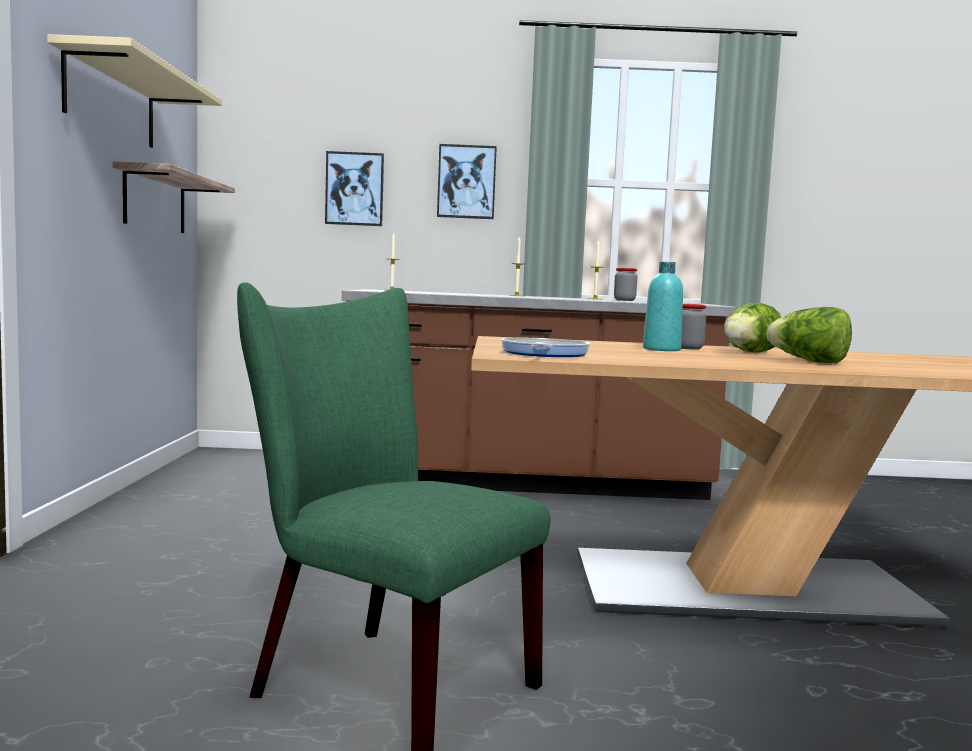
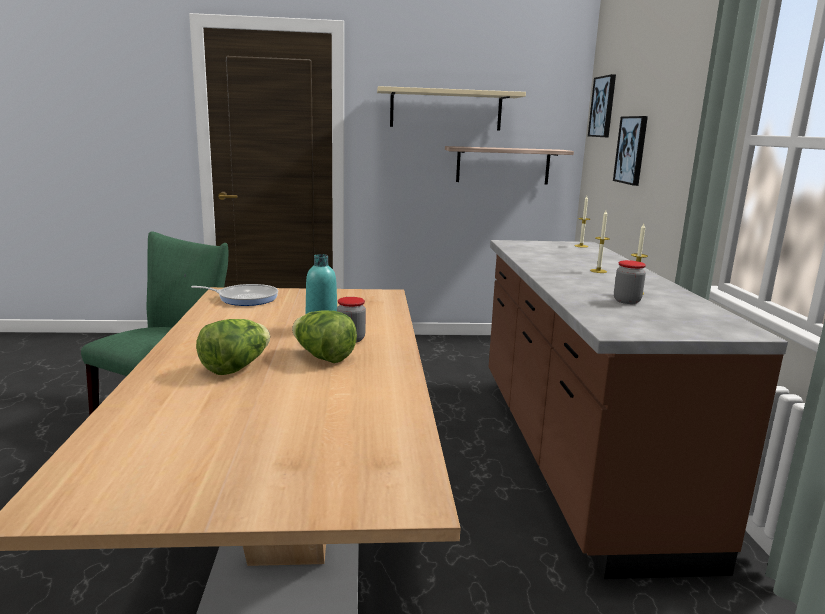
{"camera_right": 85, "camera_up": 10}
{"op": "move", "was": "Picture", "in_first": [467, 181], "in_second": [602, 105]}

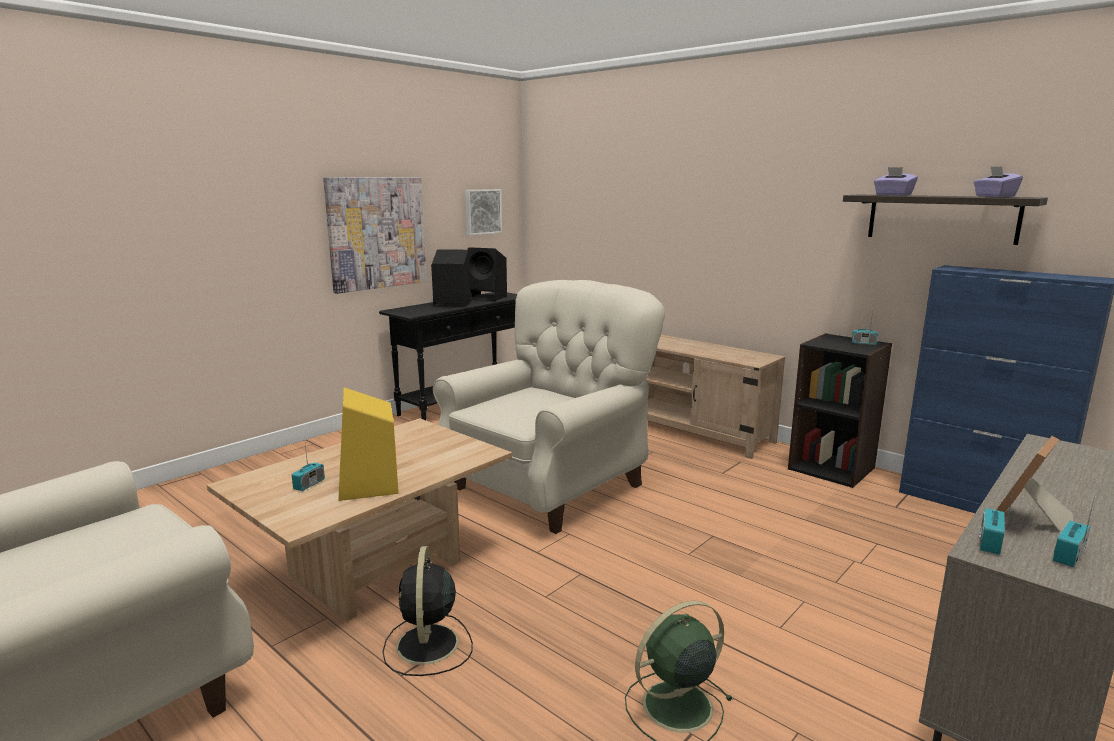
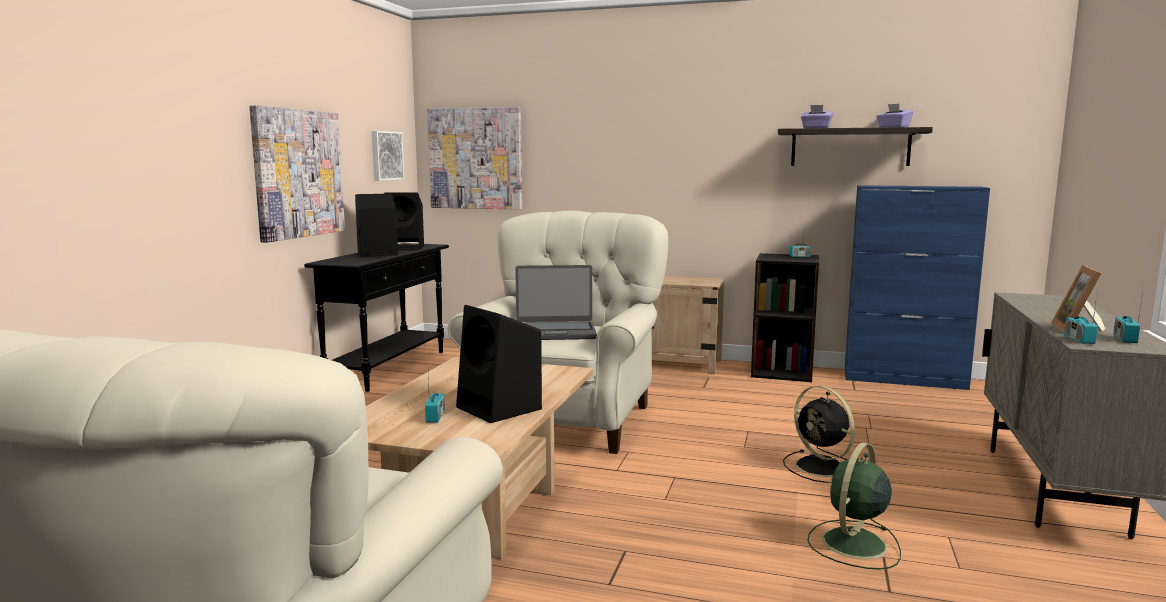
{"camera_right": -25, "camera_up": -5}
{"op": "recolor", "was": "YellowSpeaker", "now": "BlackSpeaker", "in_first": [368, 444], "in_second": [499, 364]}
{"op": "move", "was": "BlackFan", "in_first": [428, 611], "in_second": [819, 434]}
{"op": "insert", "now": "Picture", "in_second": [474, 158]}
{"op": "insert", "now": "Laptop", "in_second": [556, 302]}

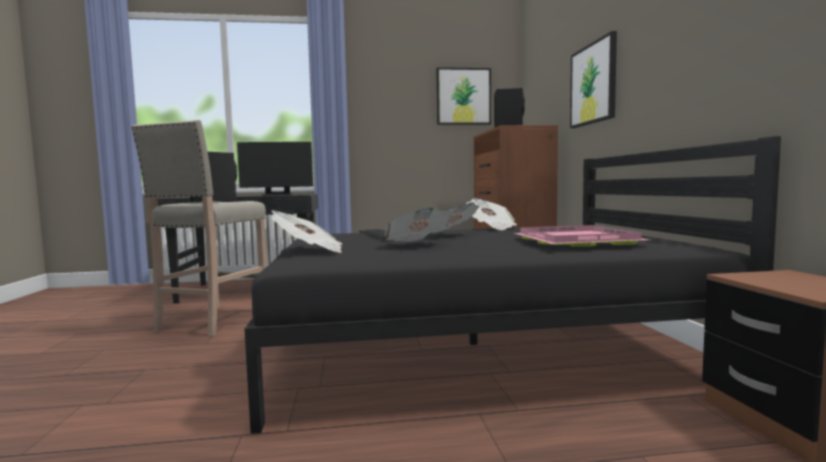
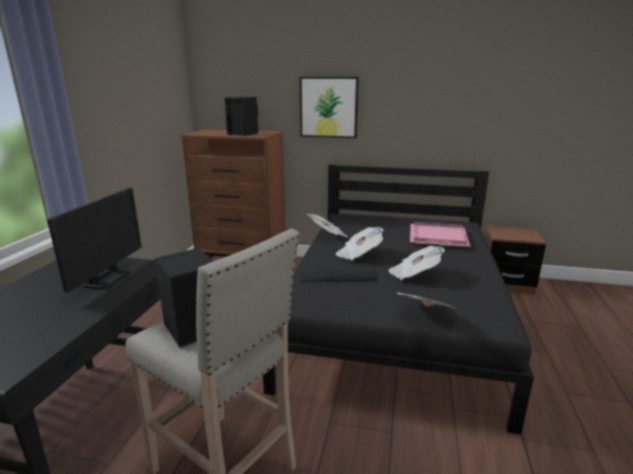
{"camera_right": -70, "camera_up": 15}
{"op": "delete", "was": "Picture", "in_first": [463, 96]}

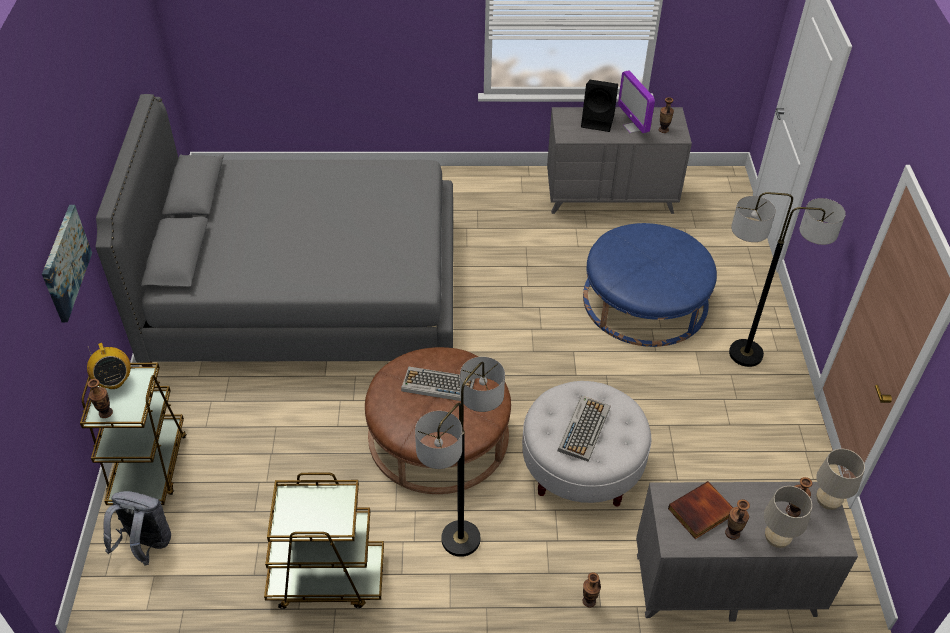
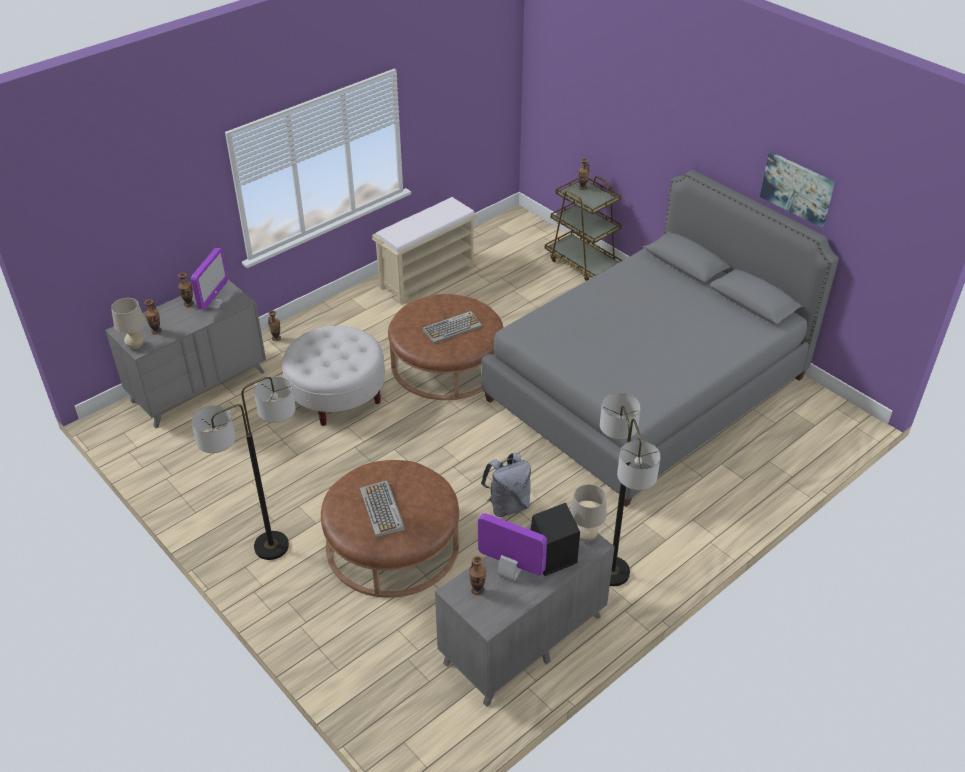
{"camera_right": 140, "camera_up": -5}
{"op": "move", "was": "Picture", "in_first": [67, 263], "in_second": [797, 189]}
{"op": "recolor", "was": "BlueOttoman", "now": "BrownOttoman", "in_first": [650, 285], "in_second": [390, 529]}
{"op": "delete", "was": "Radio", "in_first": [109, 366]}
{"op": "move", "was": "FloorLamp", "in_first": [460, 457], "in_second": [630, 489]}
{"op": "move", "was": "Keyboard", "in_first": [584, 428], "in_second": [382, 508]}
{"op": "replace", "was": "BrownCart", "now": "BeigeBench", "in_first": [324, 541], "in_second": [425, 250]}
{"op": "replace", "was": "Book", "now": "Monitor", "in_first": [700, 510], "in_second": [209, 279]}
{"op": "move", "was": "BeigeTableLamp", "in_first": [788, 517], "in_second": [588, 513]}
{"op": "move", "was": "GreyBackpack", "in_first": [137, 528], "in_second": [506, 485]}

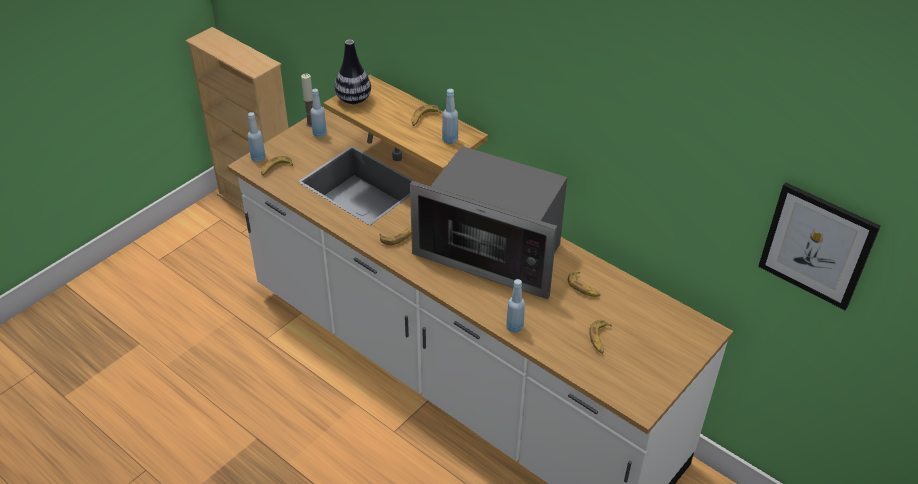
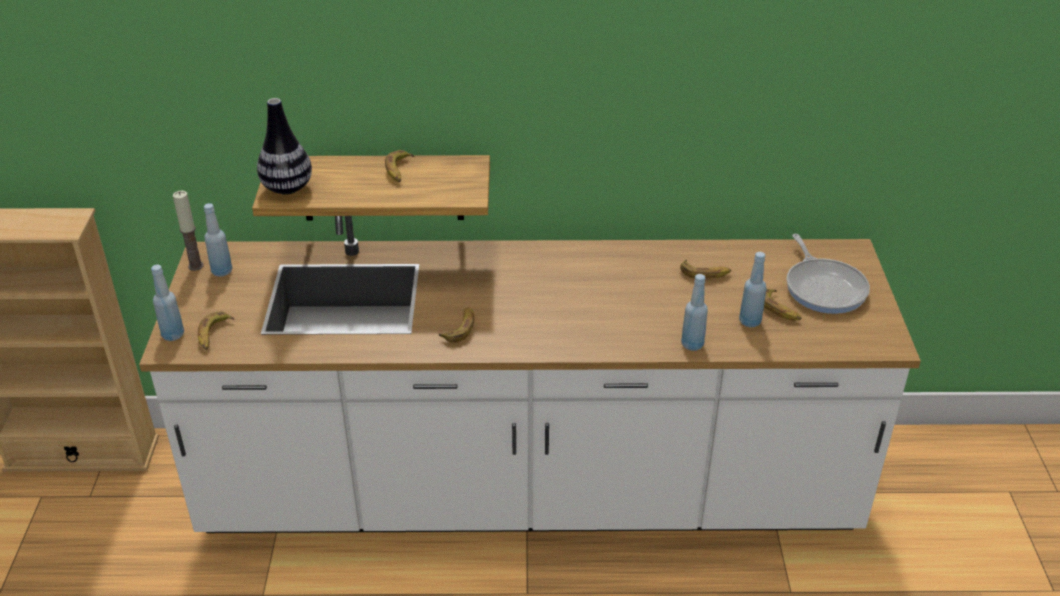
{"camera_right": -40, "camera_up": -5}
{"op": "move", "was": "BlueBottle", "in_first": [450, 116], "in_second": [752, 289]}
{"op": "delete", "was": "Microwave", "in_first": [488, 222]}
{"op": "delete", "was": "Picture", "in_first": [819, 246]}
{"op": "insert", "now": "FryingPan", "in_second": [828, 274]}

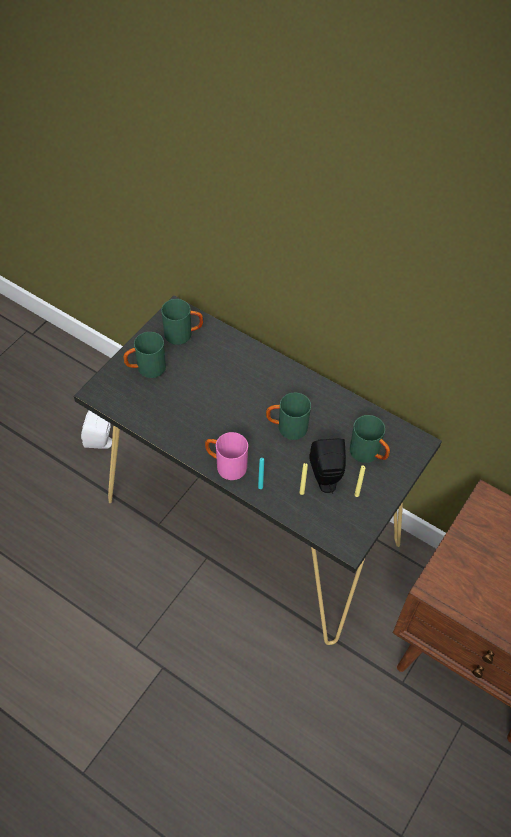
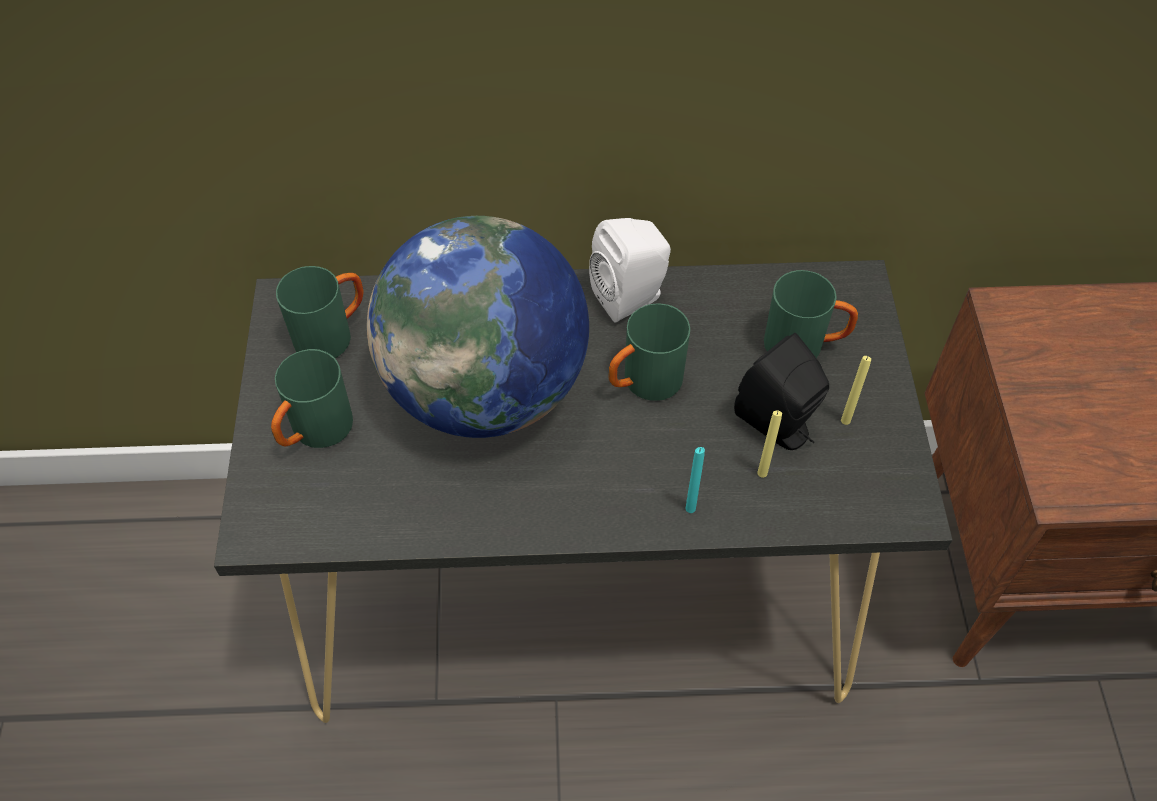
{"camera_right": -35, "camera_up": 0}
{"op": "move", "was": "WhiteSpeaker", "in_first": [96, 429], "in_second": [630, 270]}
{"op": "delete", "was": "PinkMug", "in_first": [226, 456]}
{"op": "insert", "now": "Globe", "in_second": [478, 327]}

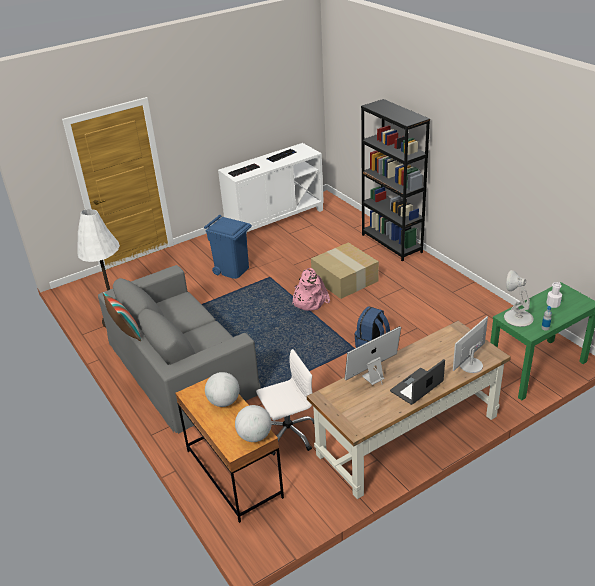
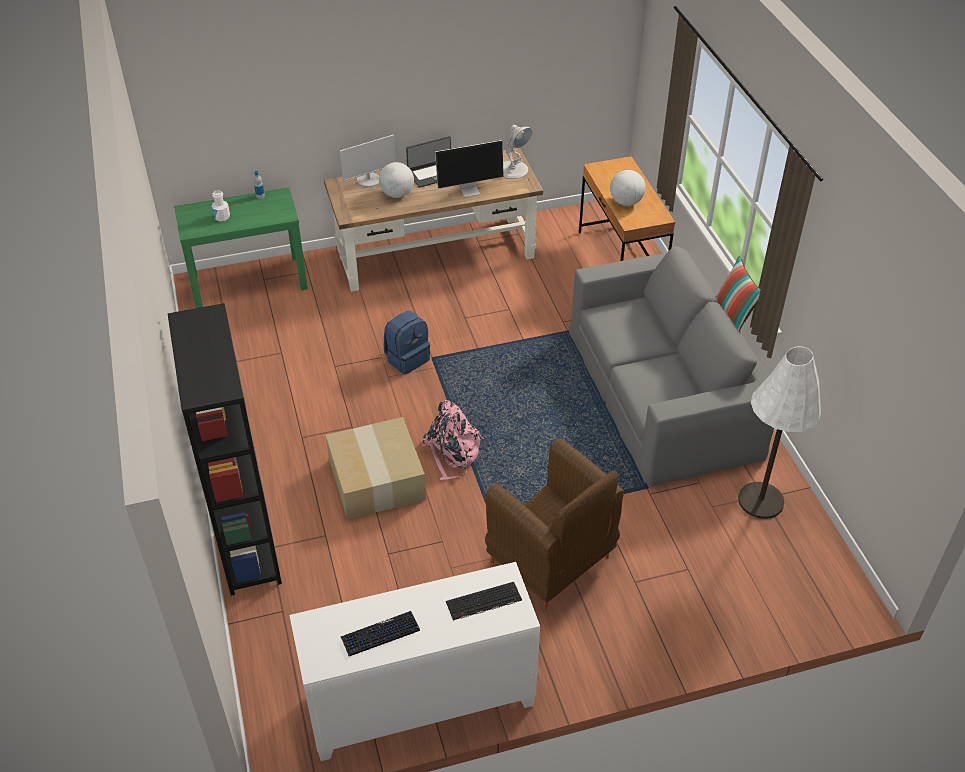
{"camera_right": -165, "camera_up": 10}
{"op": "replace", "was": "BlueTrashCan", "now": "BrownArmchair", "in_first": [228, 247], "in_second": [554, 524]}
{"op": "move", "was": "WhiteTableLamp", "in_first": [519, 298], "in_second": [517, 152]}
{"op": "delete", "was": "WhiteOfficeChair", "in_first": [285, 402]}
{"op": "move", "was": "Globe", "in_first": [253, 423], "in_second": [396, 180]}

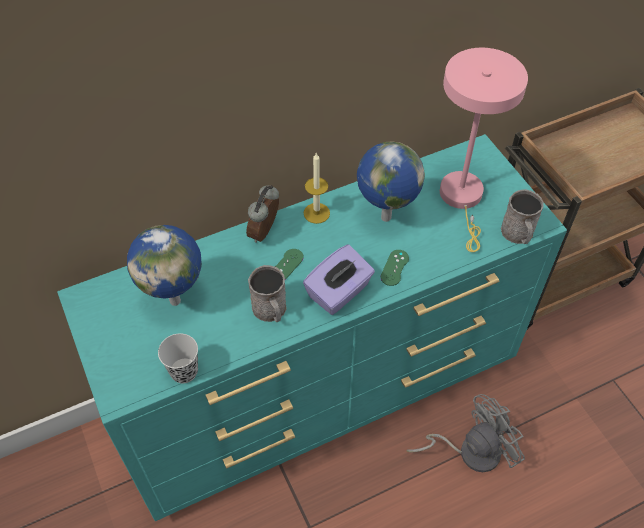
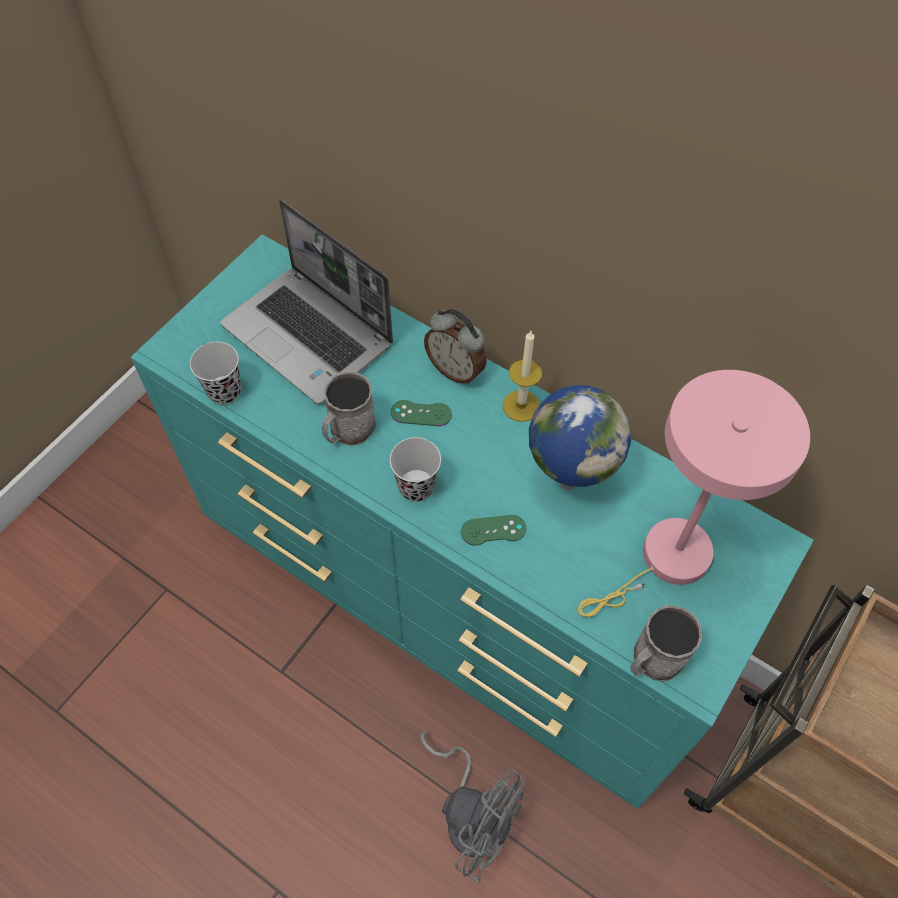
{"camera_right": 60, "camera_up": 5}
{"op": "rotate", "was": "AlarmClock", "in_first": [262, 214], "in_second": [455, 346], "clockwise": -135}
{"op": "replace", "was": "Globe", "now": "Laptop", "in_first": [164, 265], "in_second": [306, 302]}
{"op": "replace", "was": "PurpleTissueBox", "now": "BlackCup", "in_first": [339, 279], "in_second": [415, 469]}

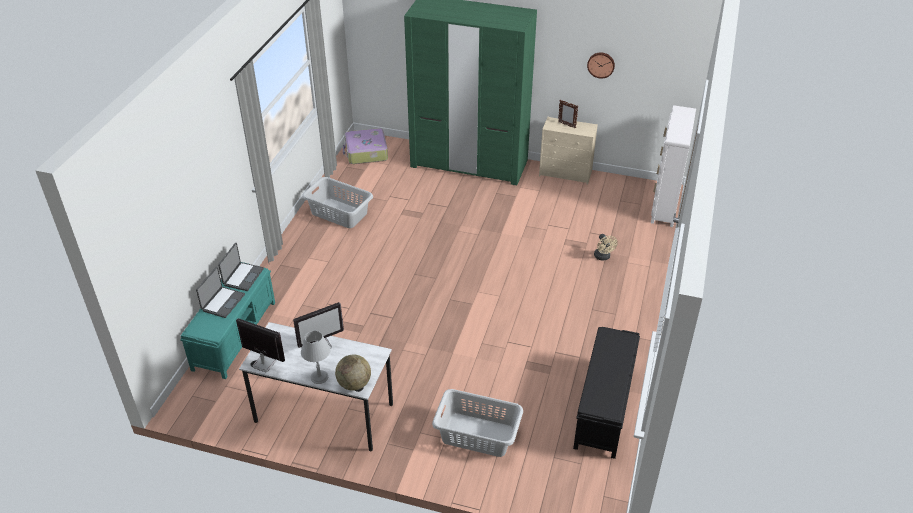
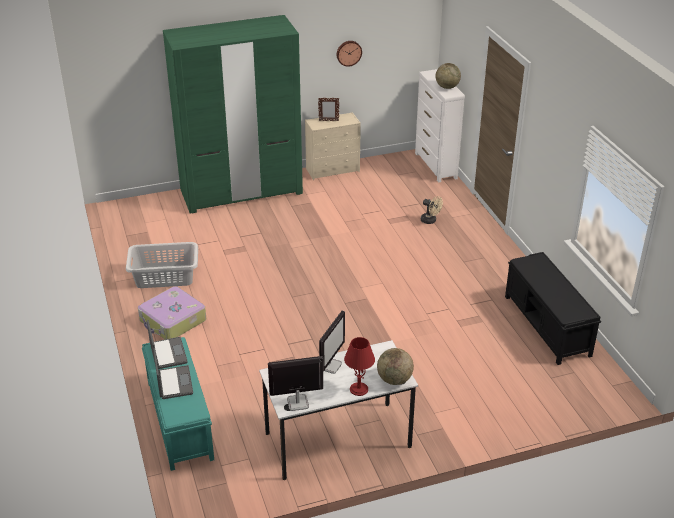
{"camera_right": -35, "camera_up": -5}
{"op": "move", "was": "Suitcase", "in_first": [365, 146], "in_second": [172, 312]}
{"op": "recolor", "was": "GreyTableLamp", "now": "RedTableLamp", "in_first": [315, 357], "in_second": [359, 366]}
{"op": "delete", "was": "GreyLaundryBasket", "in_first": [477, 423]}
{"op": "insert", "now": "Globe", "in_second": [448, 76]}

